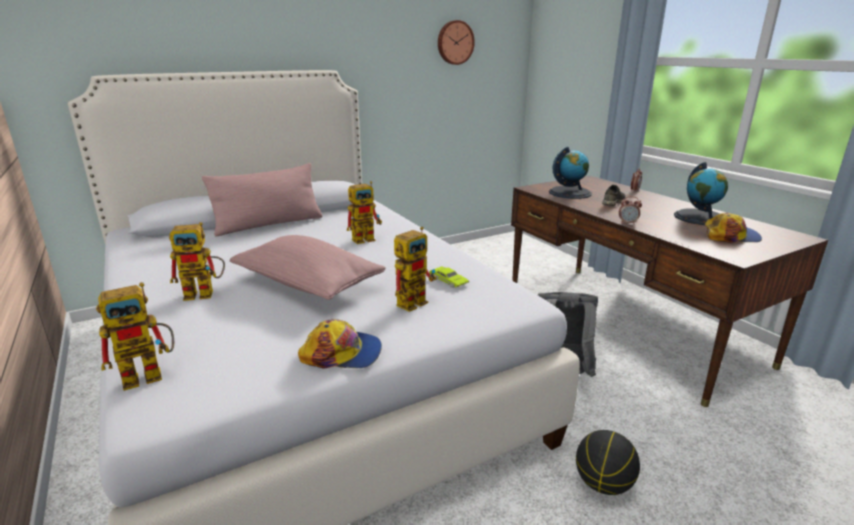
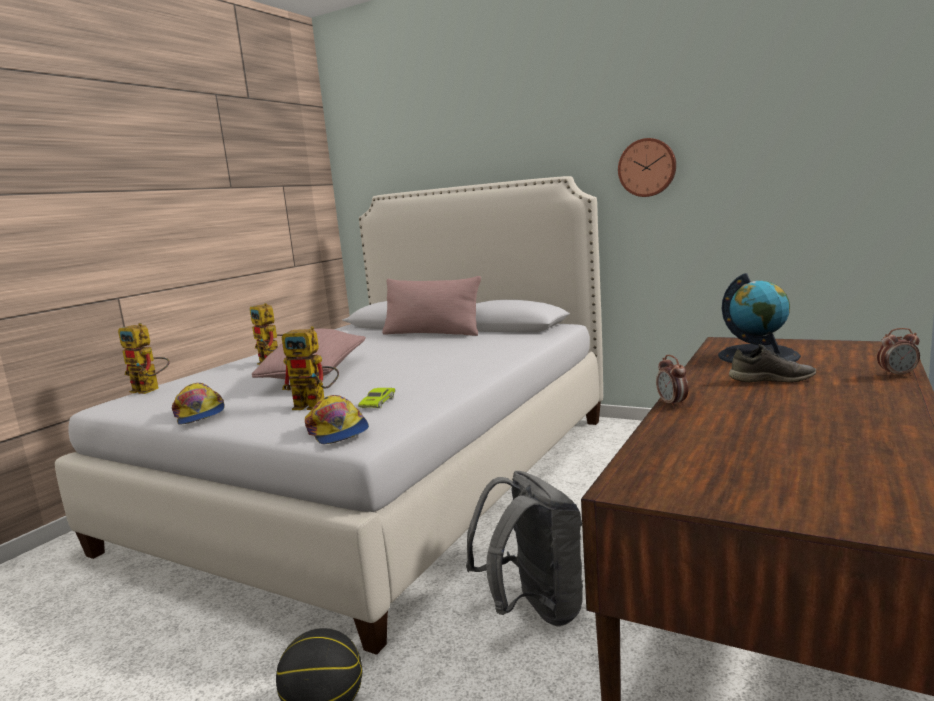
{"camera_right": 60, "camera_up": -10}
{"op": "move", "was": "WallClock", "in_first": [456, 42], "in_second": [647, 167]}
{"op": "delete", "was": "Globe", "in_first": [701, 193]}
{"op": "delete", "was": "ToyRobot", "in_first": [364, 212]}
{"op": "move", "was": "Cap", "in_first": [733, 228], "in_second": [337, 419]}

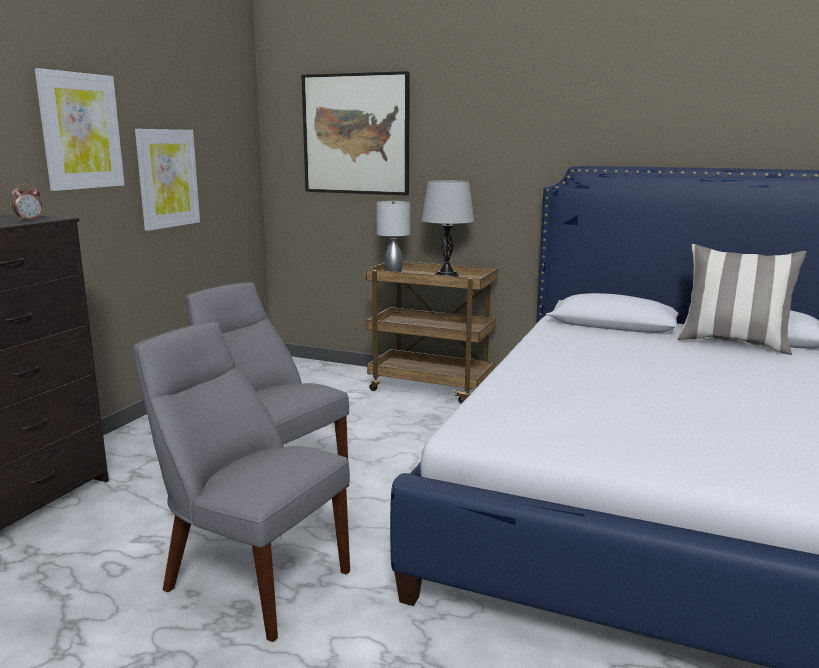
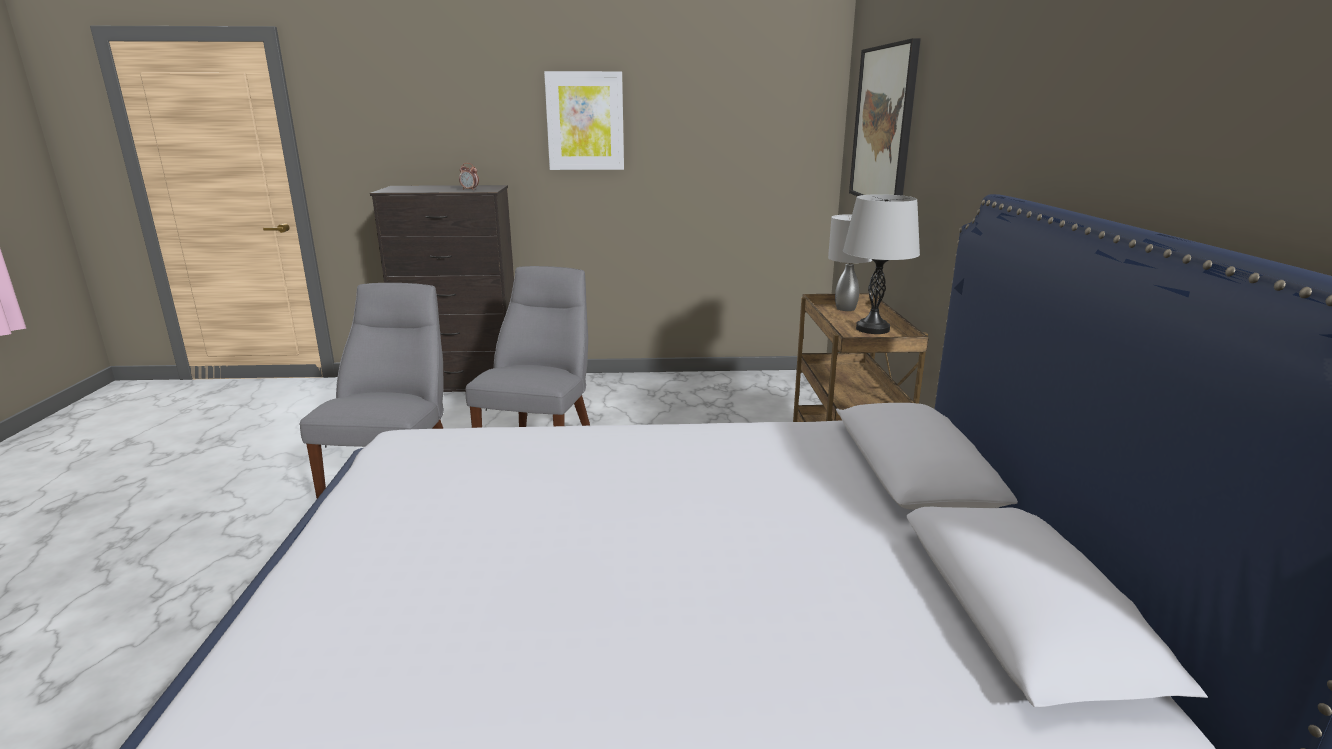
{"camera_right": 65, "camera_up": 5}
{"op": "delete", "was": "Picture", "in_first": [167, 180]}
{"op": "delete", "was": "Pillow", "in_first": [742, 299]}

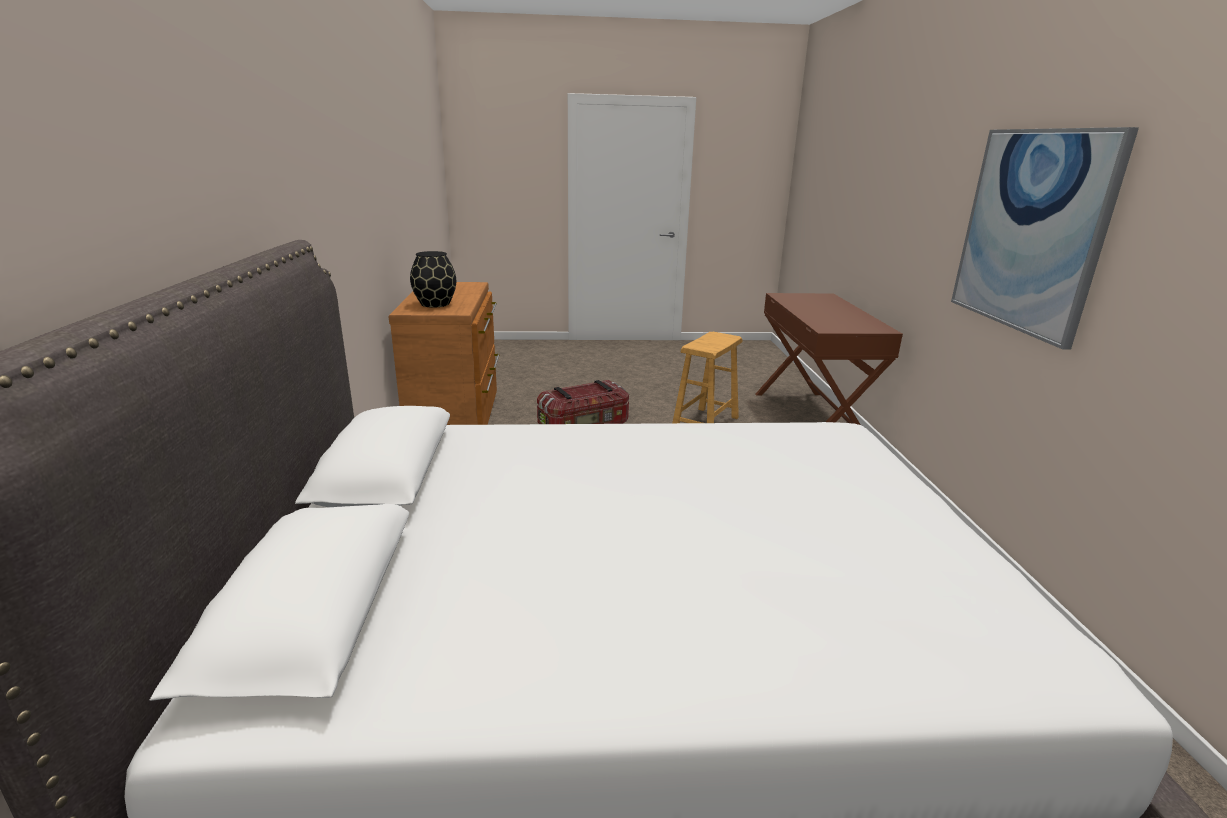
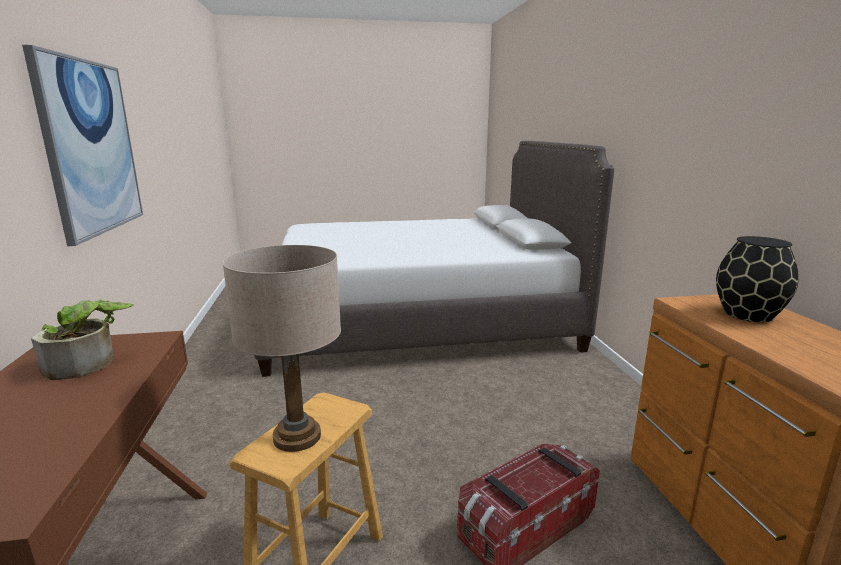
{"camera_right": 175, "camera_up": -5}
{"op": "insert", "now": "BeigeTableLamp", "in_second": [281, 348]}
{"op": "insert", "now": "PottedPlant", "in_second": [82, 339]}

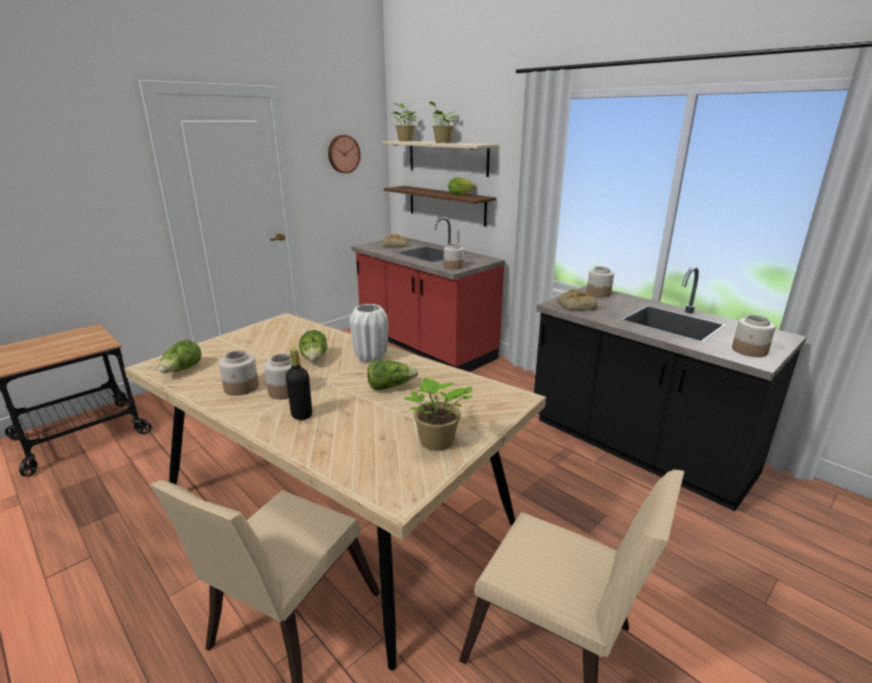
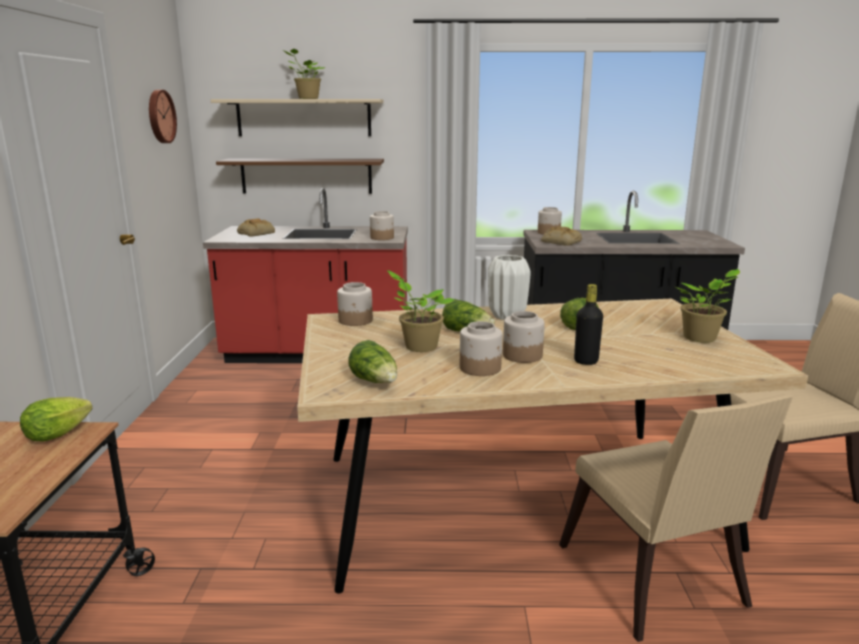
{"camera_right": -45, "camera_up": -5}
{"op": "move", "was": "PottedPlant", "in_first": [404, 122], "in_second": [421, 311]}
{"op": "move", "was": "Lettuce", "in_first": [461, 186], "in_second": [56, 419]}
{"op": "move", "was": "Jar", "in_first": [754, 336], "in_second": [355, 304]}

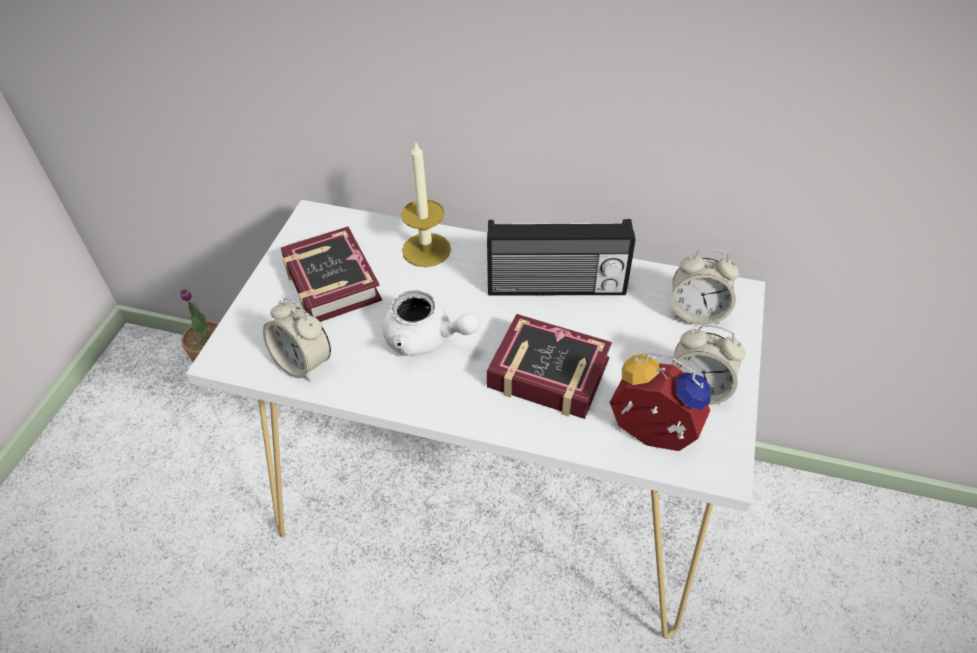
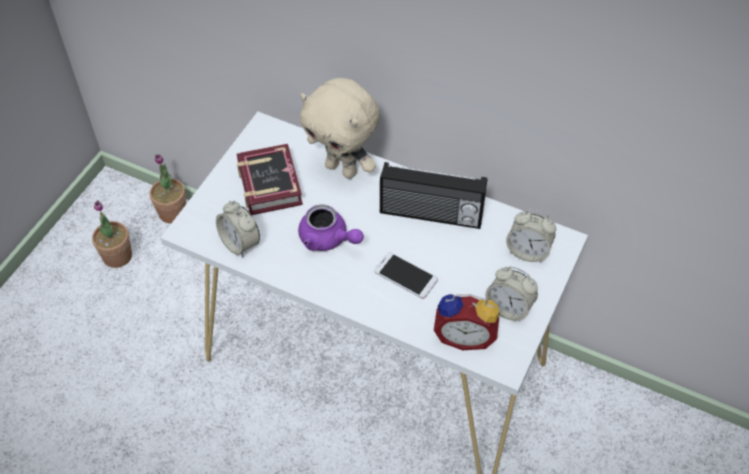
{"camera_right": 10, "camera_up": 5}
{"op": "replace", "was": "Candle", "now": "BeigePlushToy", "in_first": [426, 204], "in_second": [340, 128]}
{"op": "recolor", "was": "WhiteTeapot", "now": "PurpleTeapot", "in_first": [430, 323], "in_second": [331, 227]}
{"op": "replace", "was": "Book", "now": "Phone", "in_first": [549, 366], "in_second": [406, 275]}
{"op": "rotate", "was": "AlarmClock", "in_first": [660, 402], "in_second": [467, 322], "clockwise": 150}
{"op": "insert", "now": "PottedPlant", "in_second": [112, 234]}

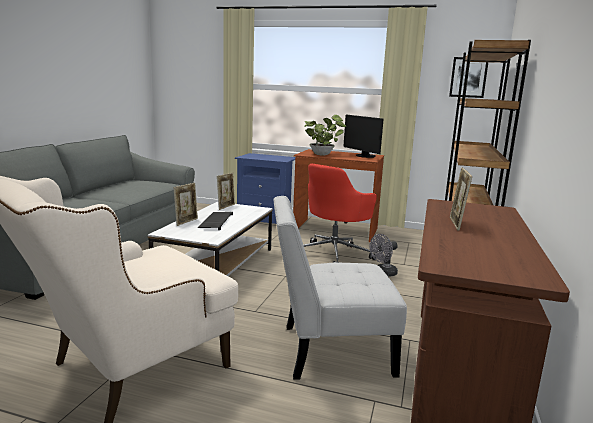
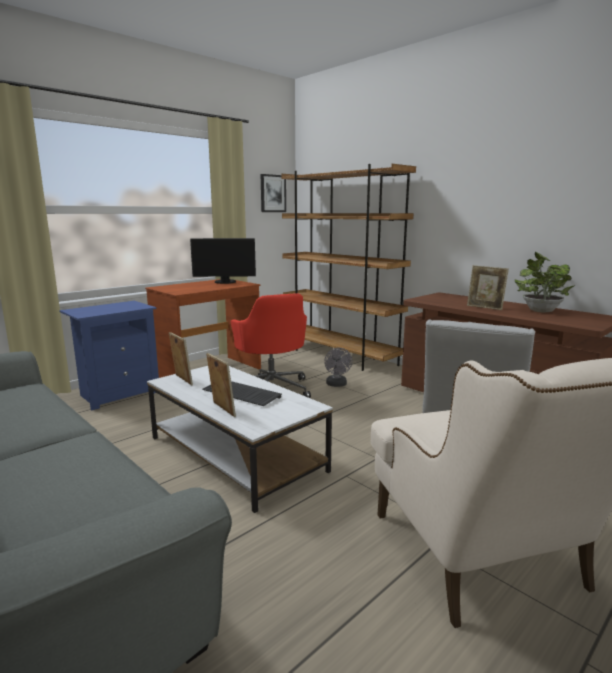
{"camera_right": -60, "camera_up": 0}
{"op": "move", "was": "PottedPlant", "in_first": [325, 135], "in_second": [545, 282]}

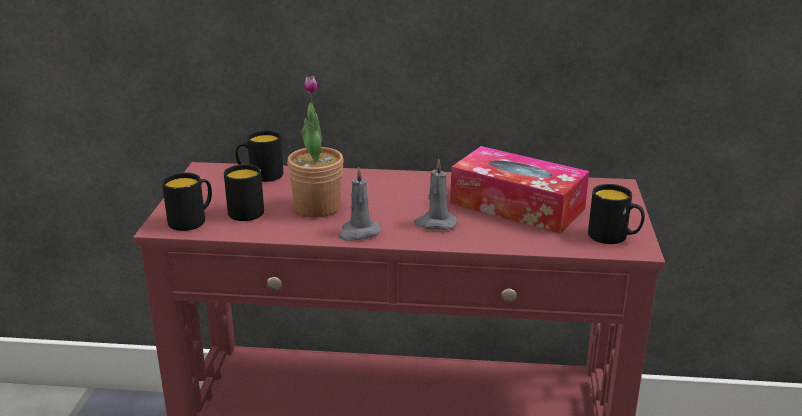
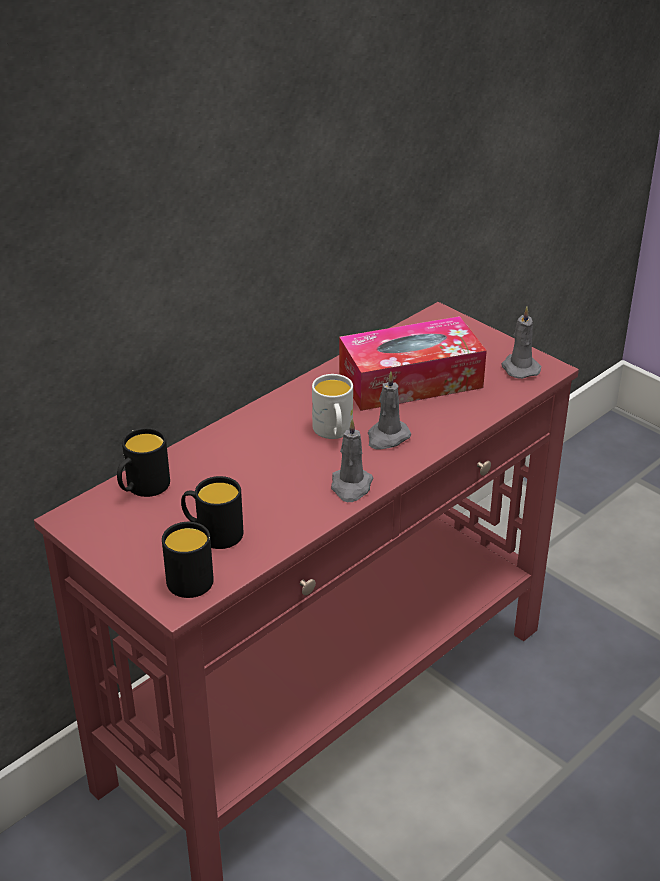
{"camera_right": -50, "camera_up": 10}
{"op": "delete", "was": "PottedPlant", "in_first": [315, 146]}
{"op": "replace", "was": "BlackMug", "now": "GreyCandle", "in_first": [616, 214], "in_second": [521, 343]}
{"op": "insert", "now": "WhiteMug", "in_second": [332, 406]}

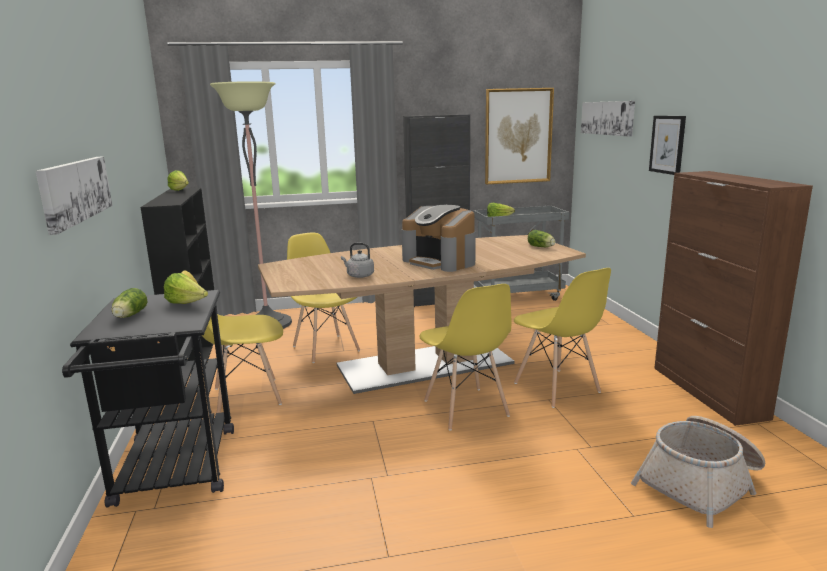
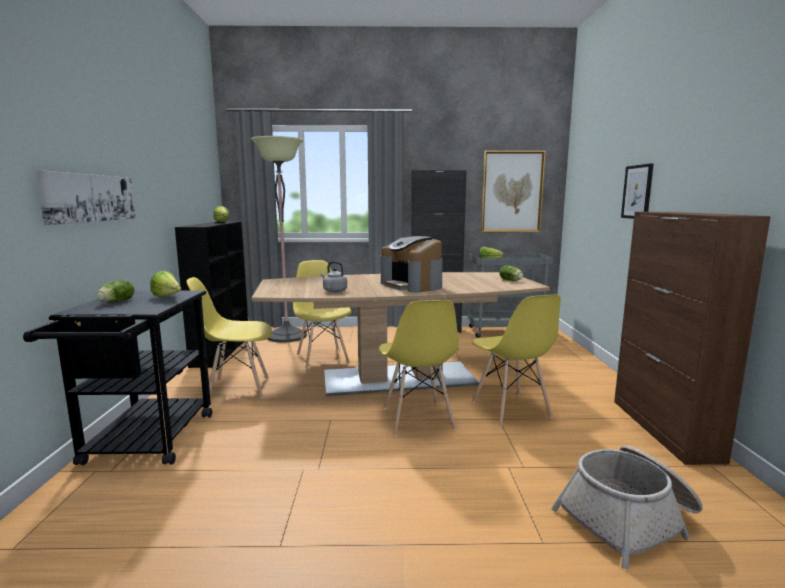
{"camera_right": 10, "camera_up": -5}
{"op": "delete", "was": "Picture", "in_first": [608, 119]}

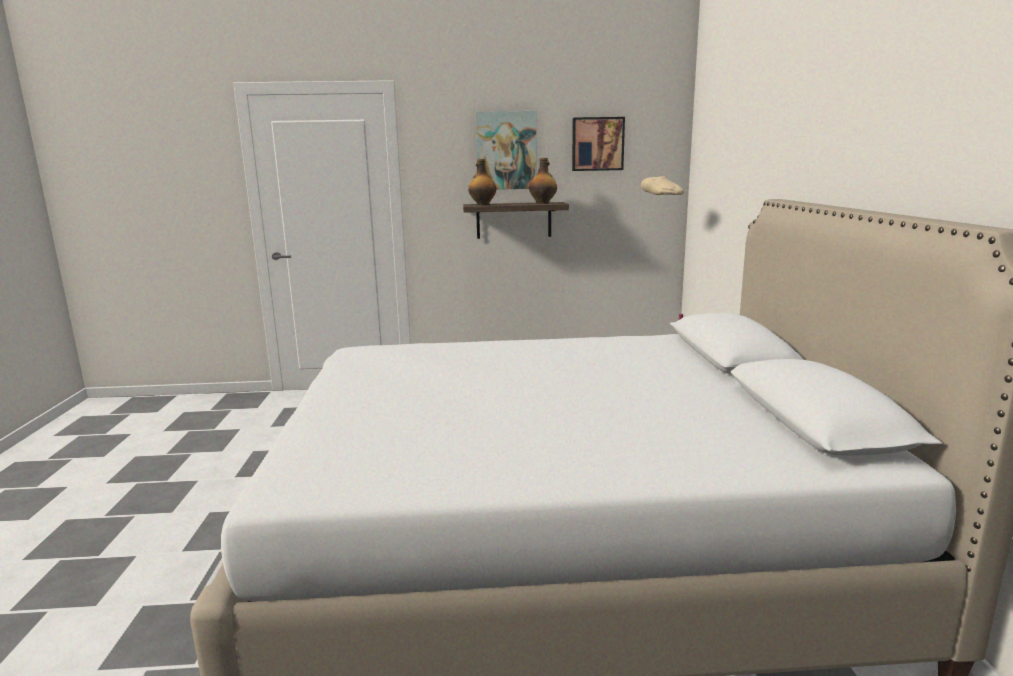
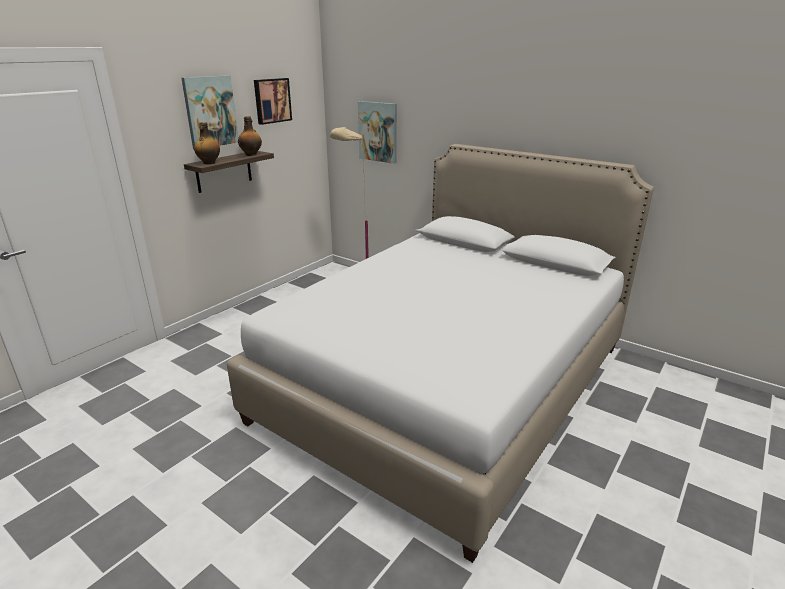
{"camera_right": -50, "camera_up": 10}
{"op": "insert", "now": "Picture", "in_second": [377, 132]}

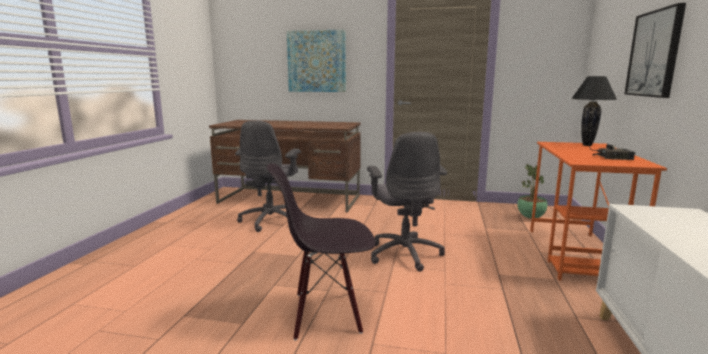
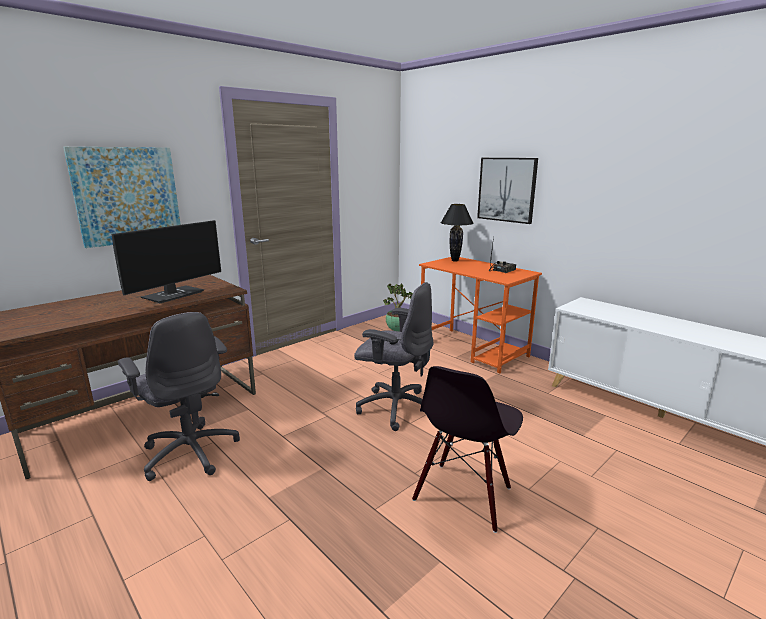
{"camera_right": -55, "camera_up": 5}
{"op": "insert", "now": "Monitor", "in_second": [166, 261]}

